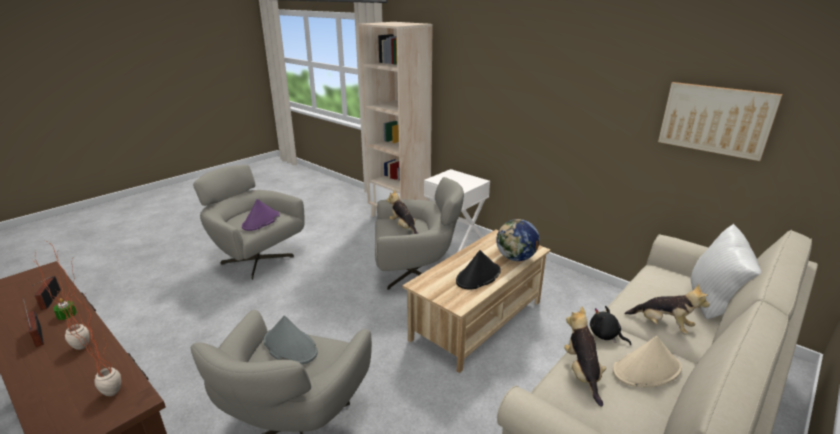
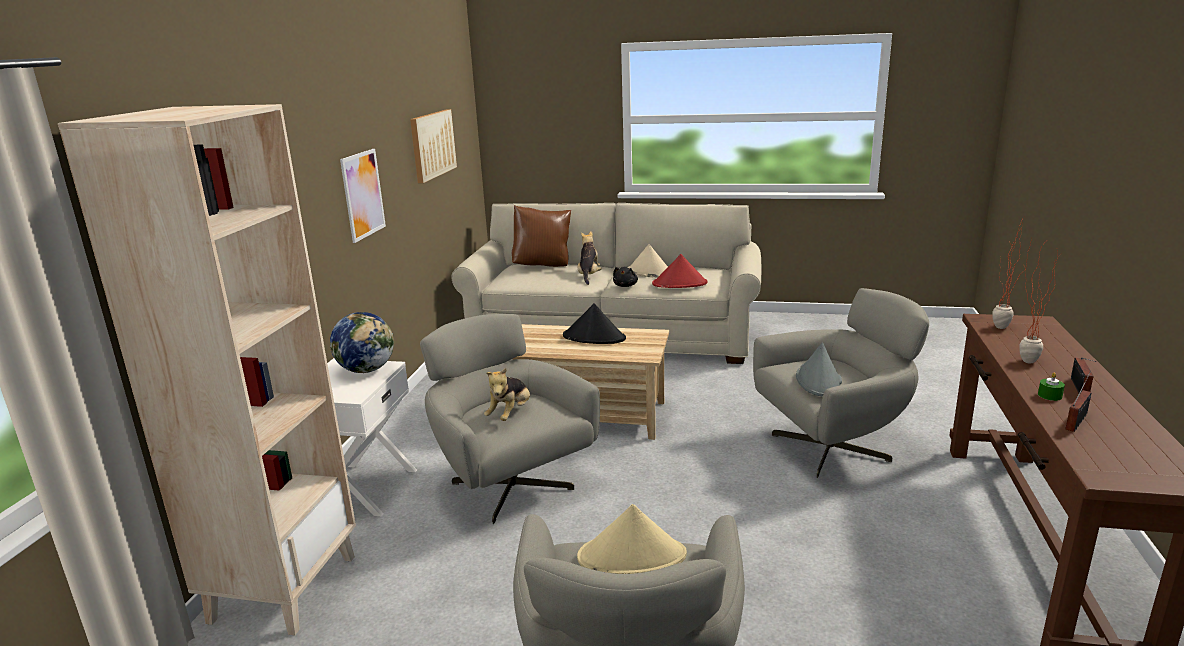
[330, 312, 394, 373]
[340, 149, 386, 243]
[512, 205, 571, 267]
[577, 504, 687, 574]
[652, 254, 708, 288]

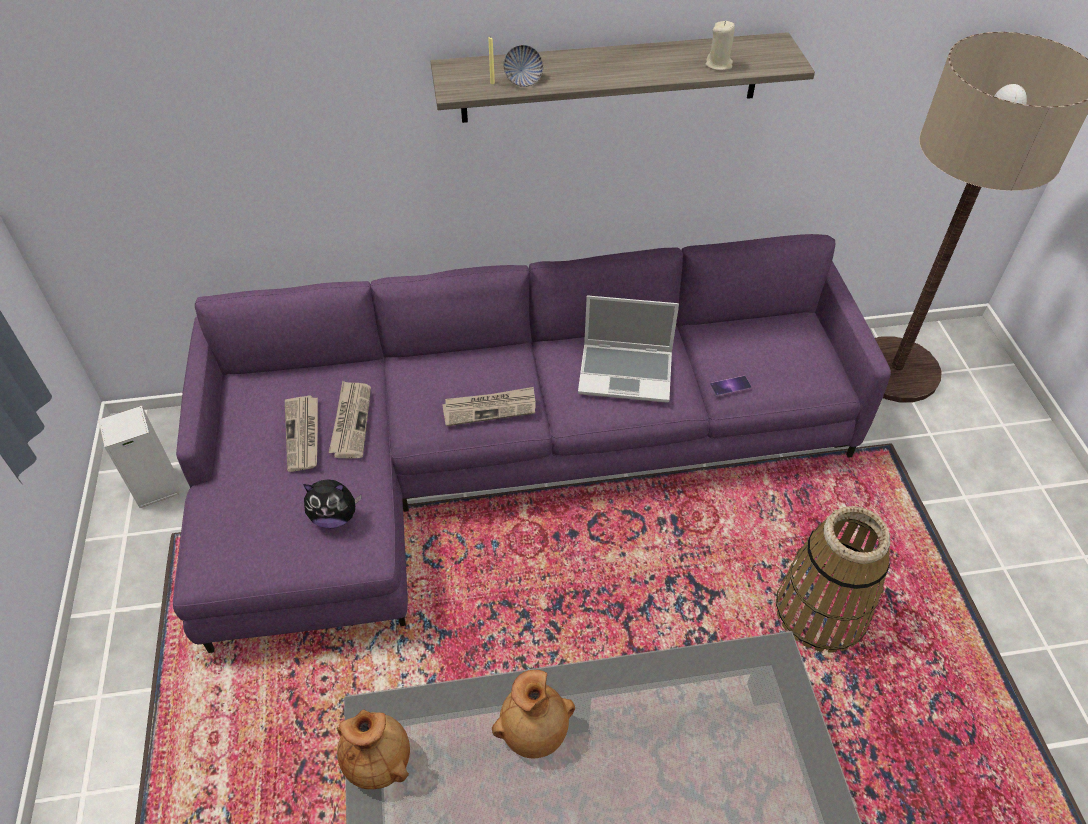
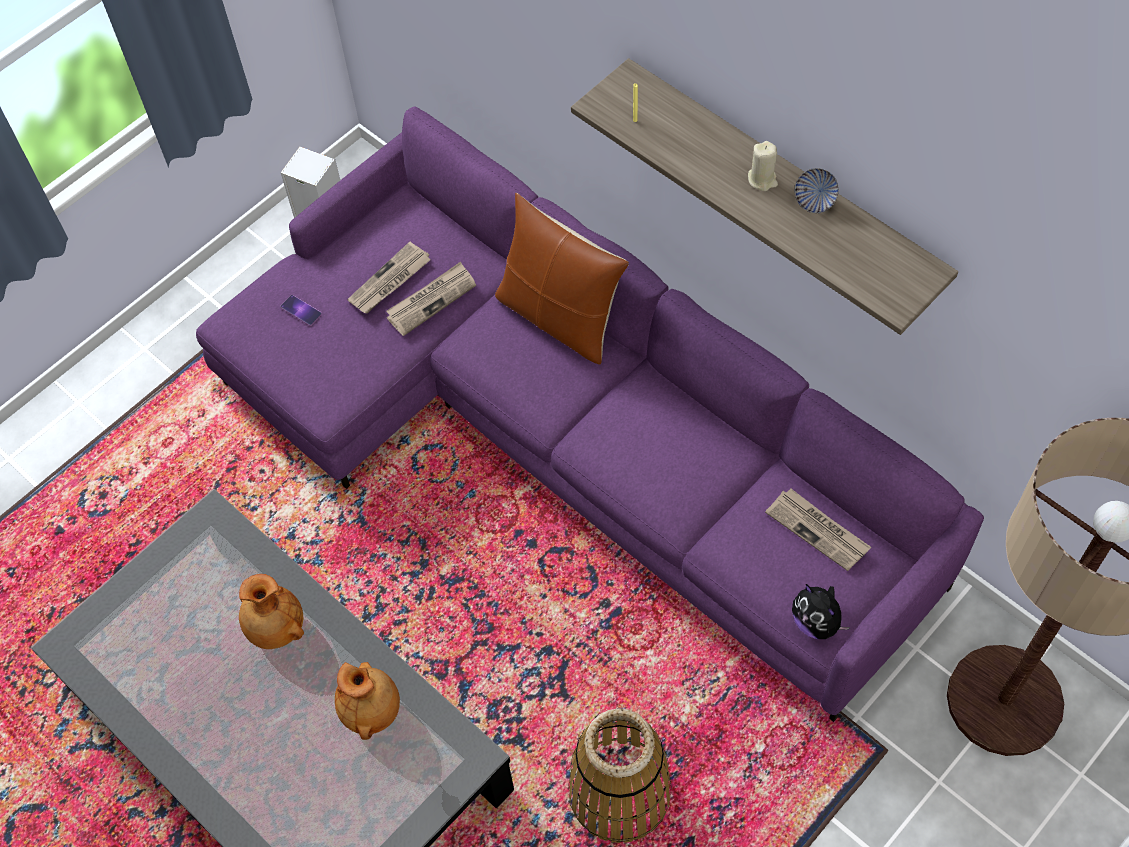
[280, 295, 322, 326]
[335, 662, 400, 740]
[495, 193, 629, 364]
[748, 141, 778, 191]
[765, 489, 871, 571]
[792, 584, 850, 639]
[795, 168, 839, 213]
[578, 295, 679, 402] (first image)

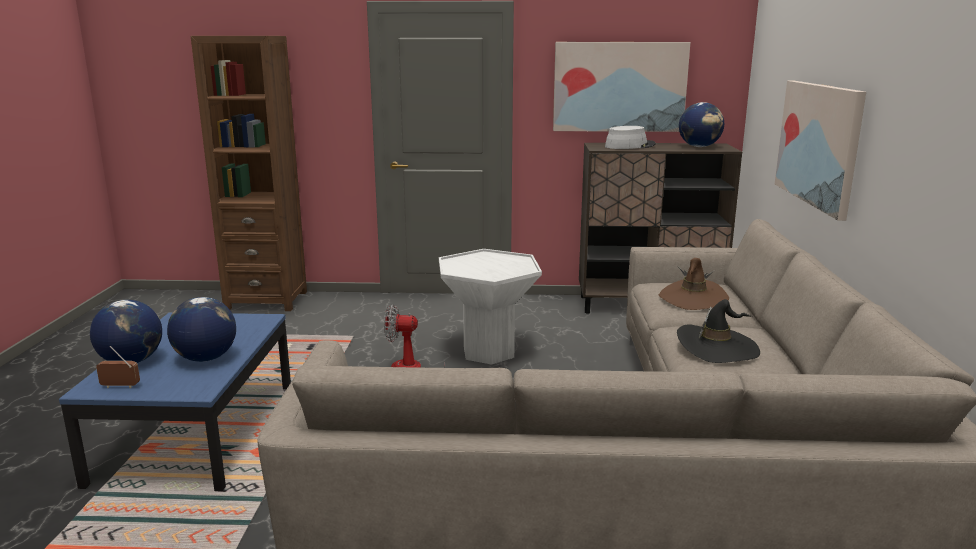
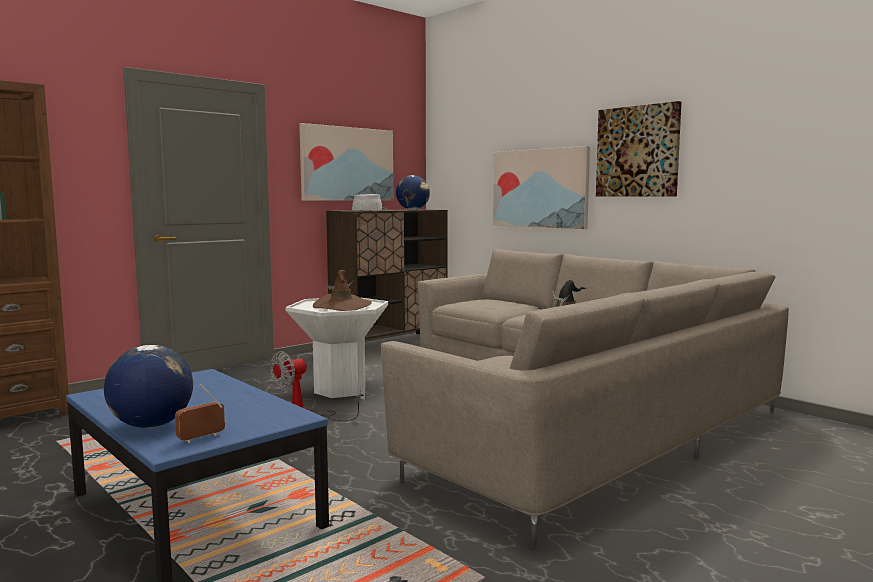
[313, 270, 372, 311]
[596, 101, 681, 197]
[167, 297, 236, 362] (first image)

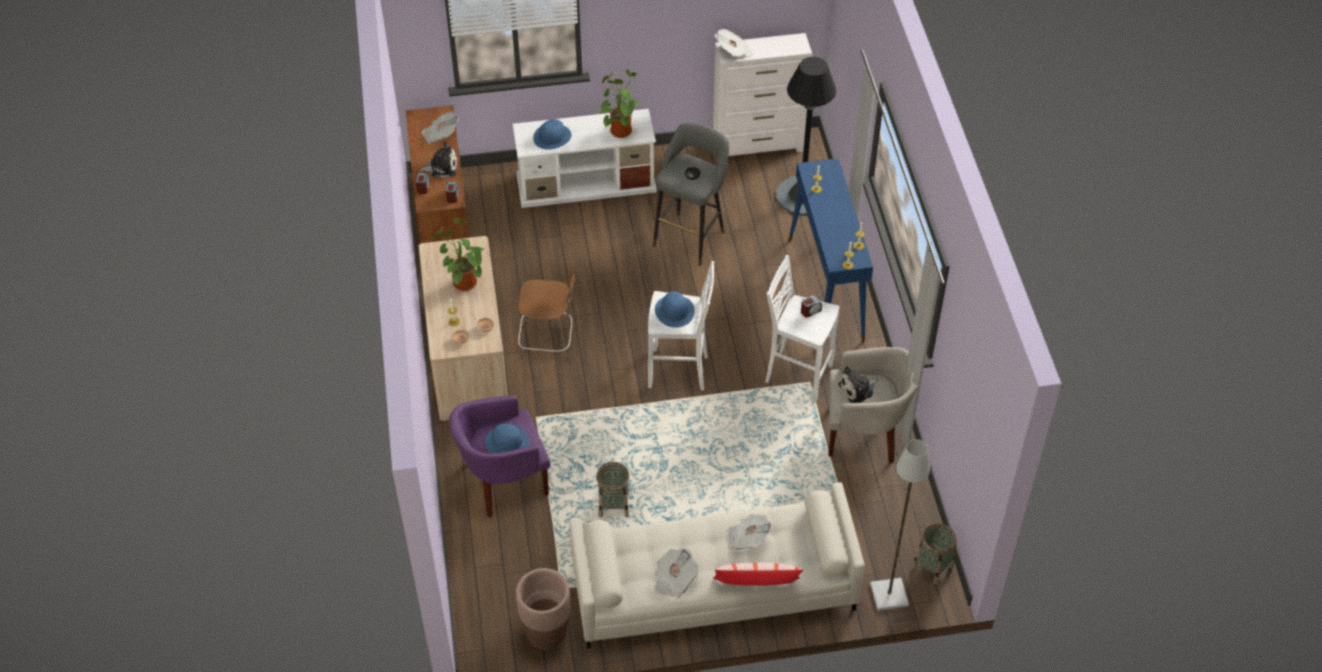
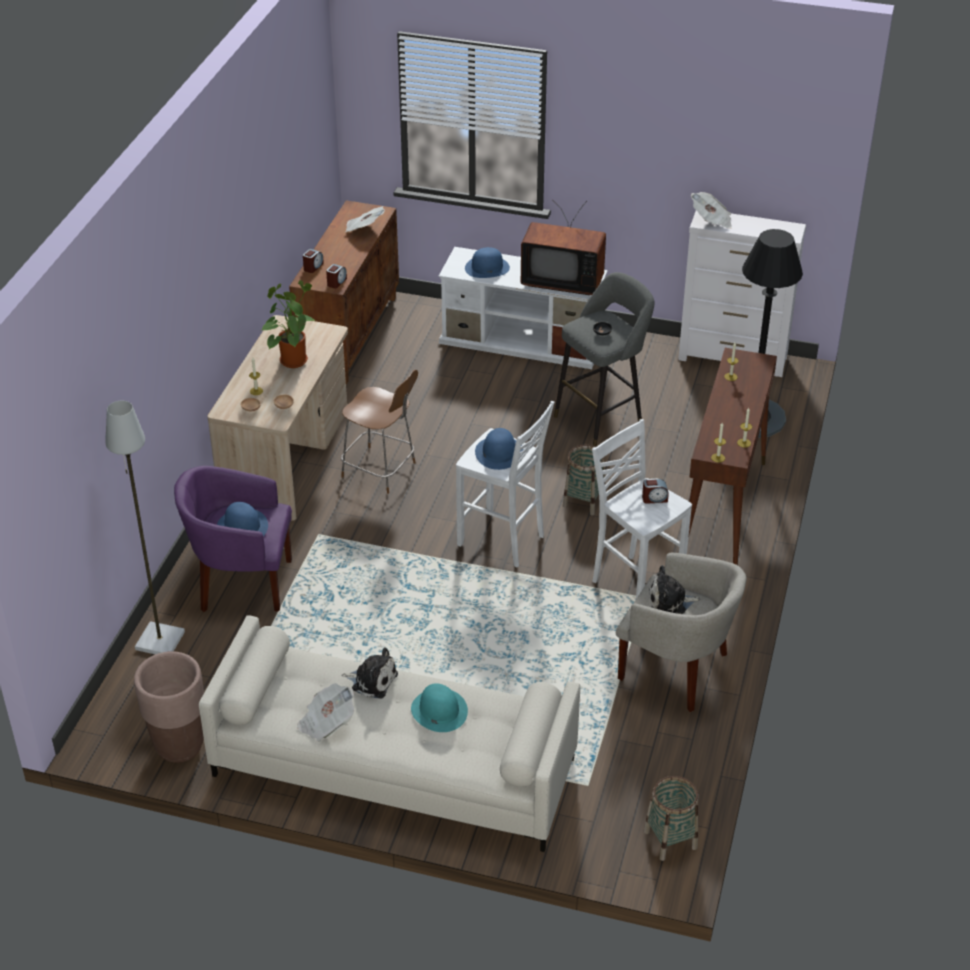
[105, 401, 185, 654]
[341, 648, 398, 699]
[411, 683, 468, 732]
[521, 200, 606, 295]
[563, 445, 605, 515]
[689, 348, 777, 565]
[713, 563, 803, 586] (first image)

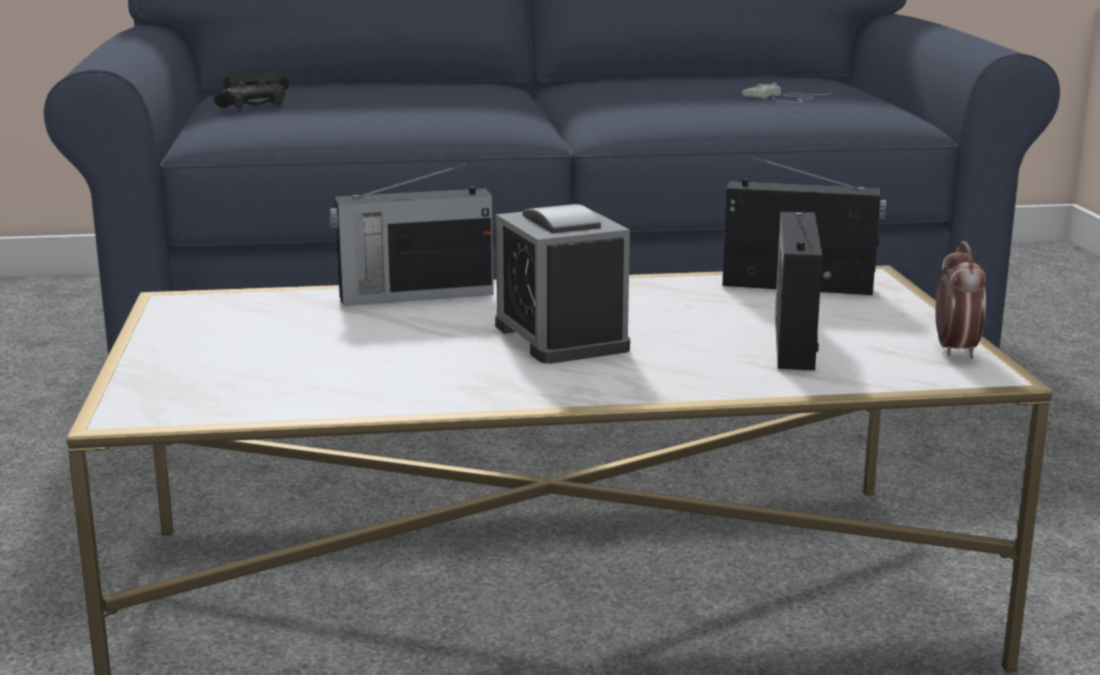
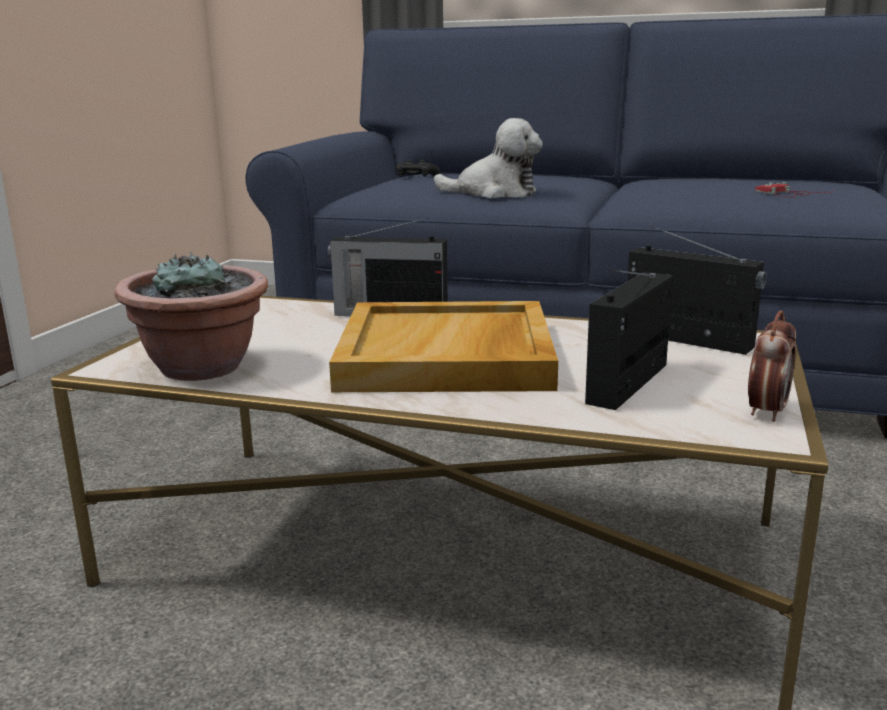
[115, 252, 268, 381]
[329, 301, 558, 392]
[434, 118, 543, 198]
[755, 182, 831, 197]
[214, 80, 285, 110] (first image)

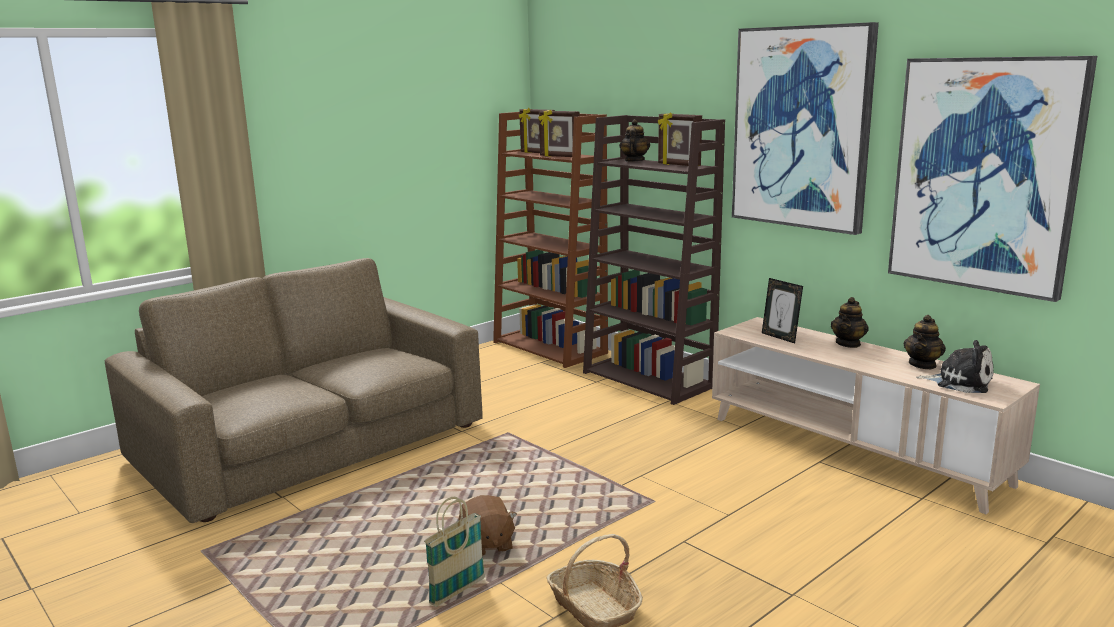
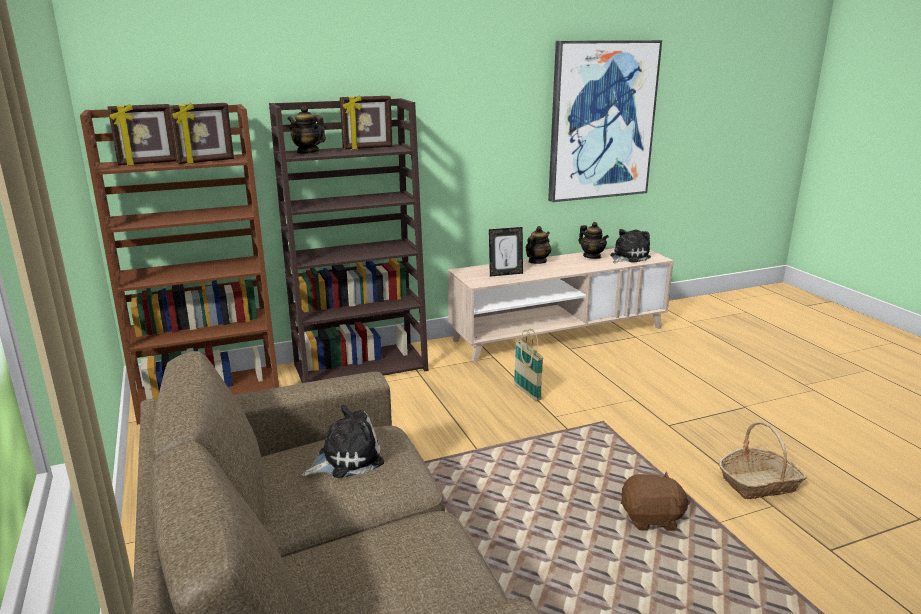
[302, 405, 384, 478]
[514, 329, 544, 401]
[526, 226, 551, 264]
[732, 22, 879, 235] (first image)

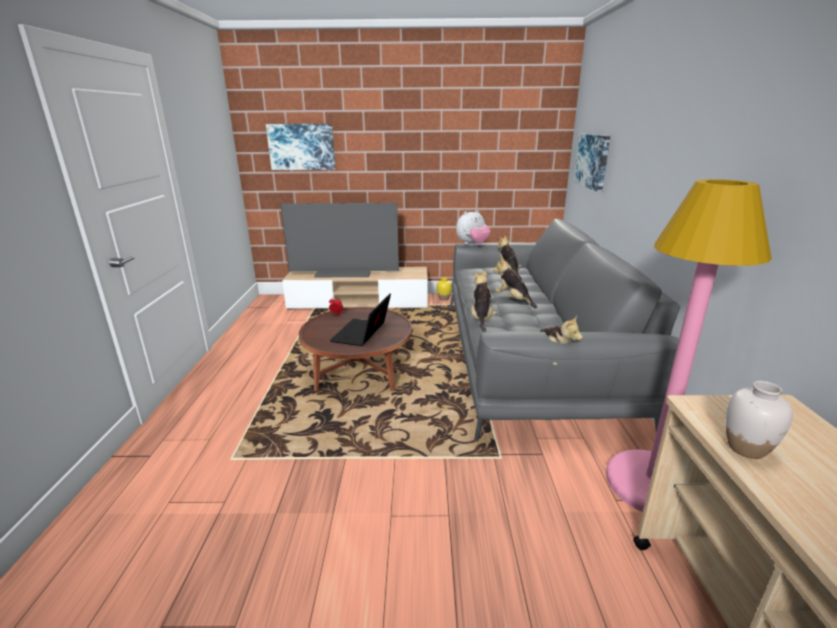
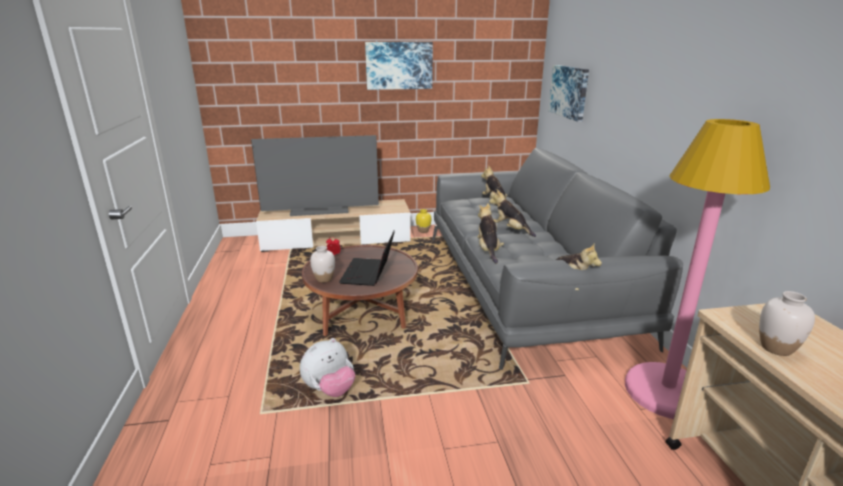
[300, 338, 355, 397]
[310, 246, 335, 283]
[365, 42, 433, 90]

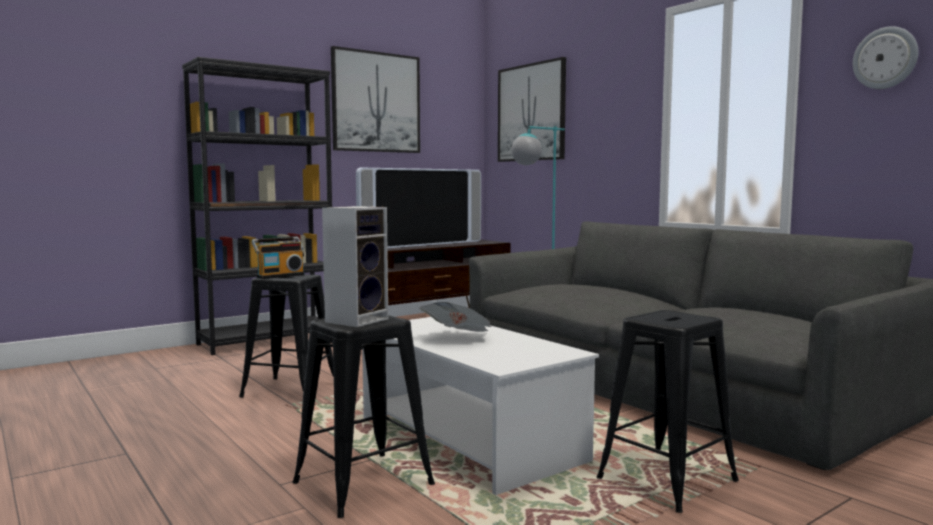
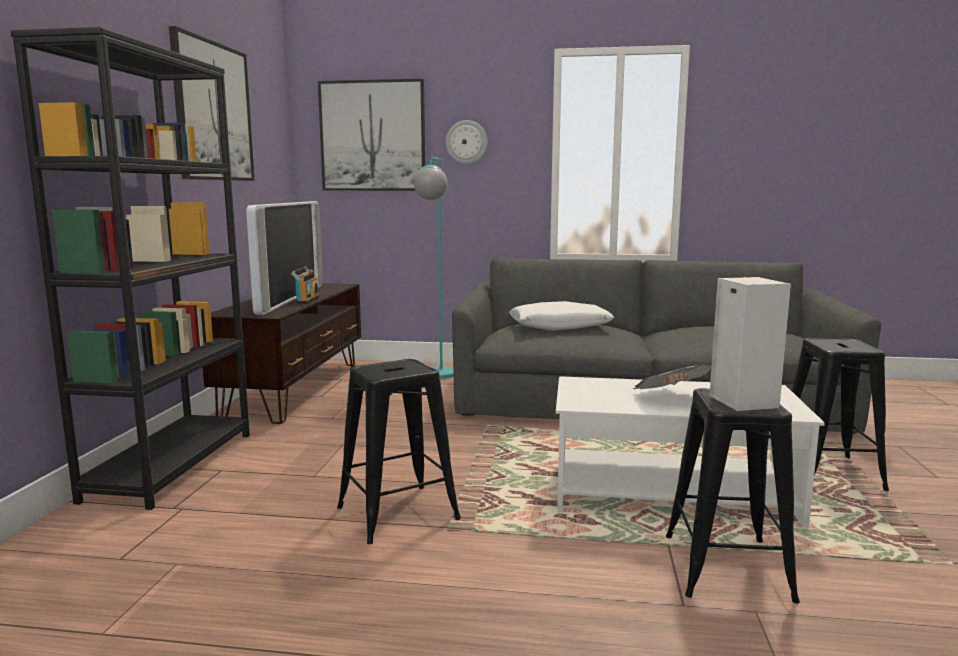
[291, 266, 319, 304]
[446, 120, 488, 164]
[509, 301, 614, 331]

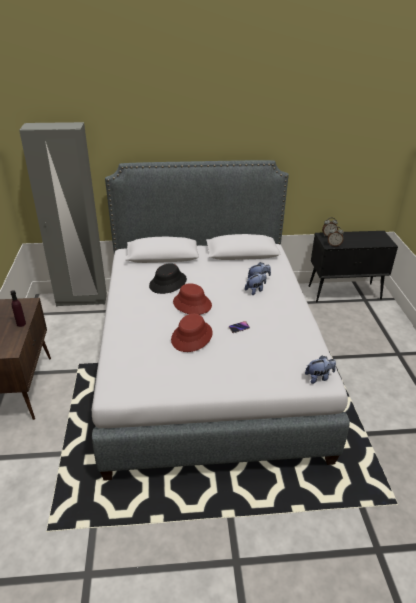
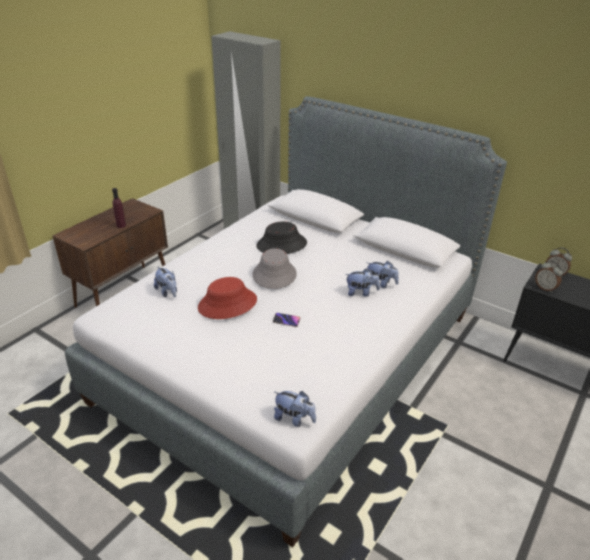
[154, 266, 177, 297]
[252, 248, 297, 289]

